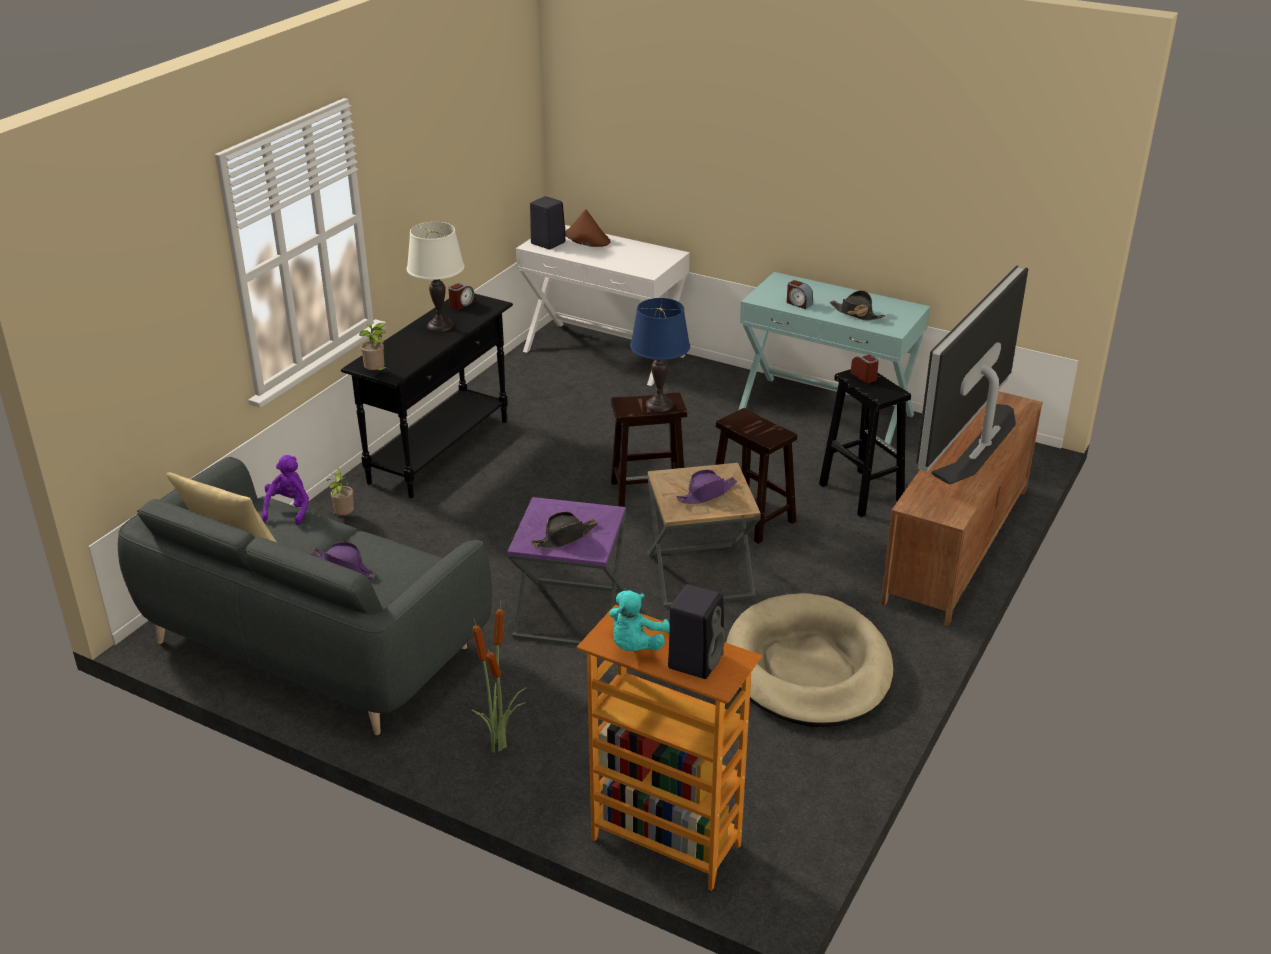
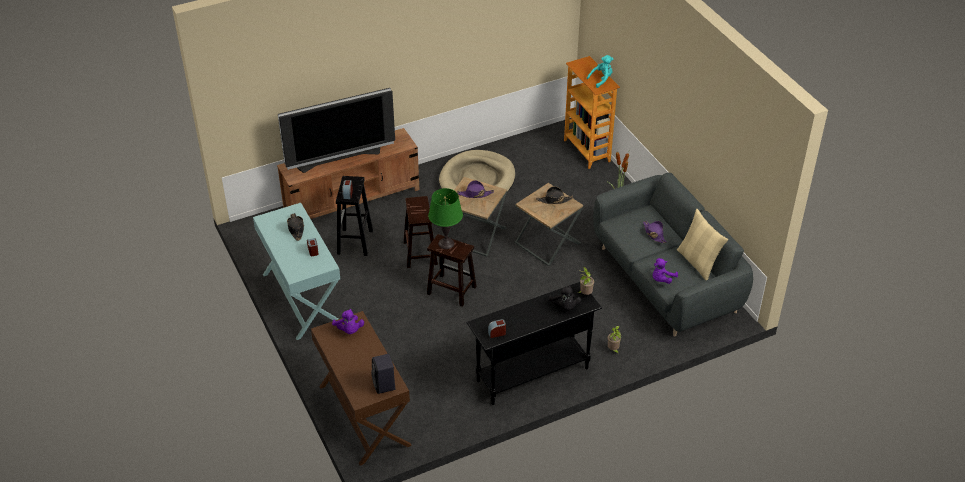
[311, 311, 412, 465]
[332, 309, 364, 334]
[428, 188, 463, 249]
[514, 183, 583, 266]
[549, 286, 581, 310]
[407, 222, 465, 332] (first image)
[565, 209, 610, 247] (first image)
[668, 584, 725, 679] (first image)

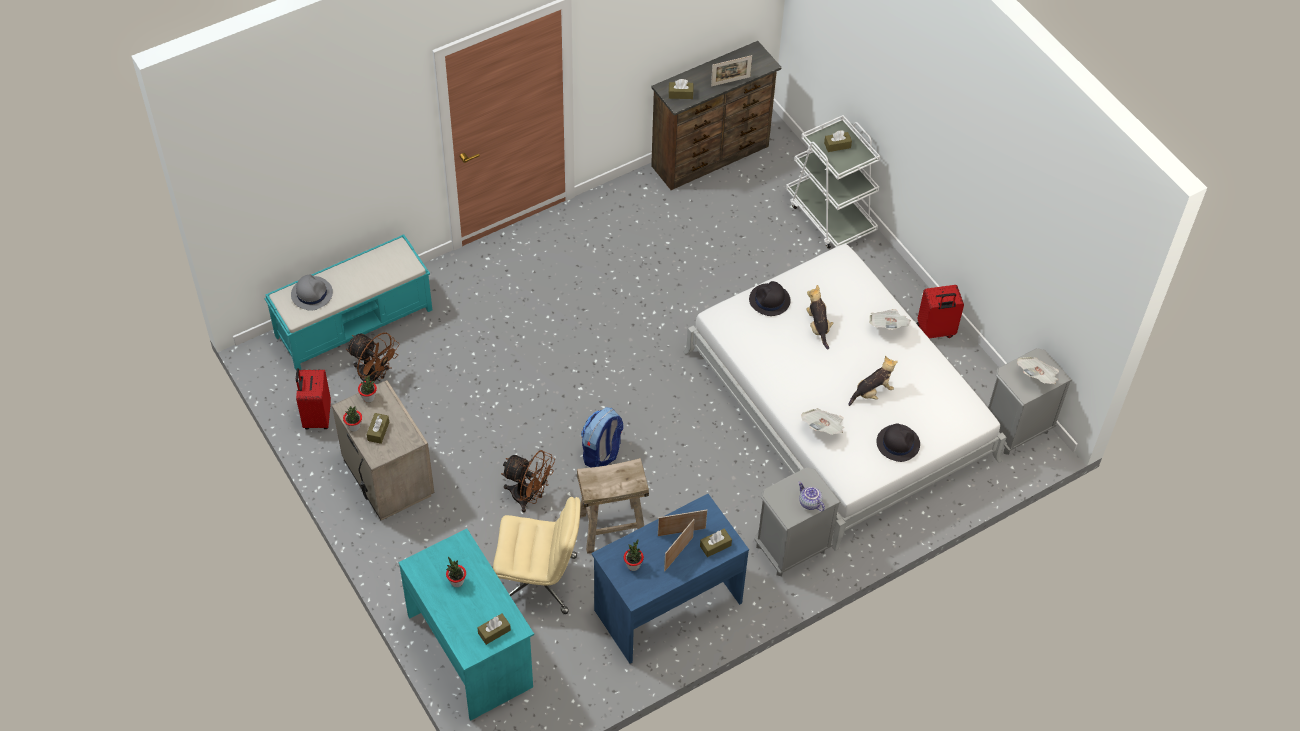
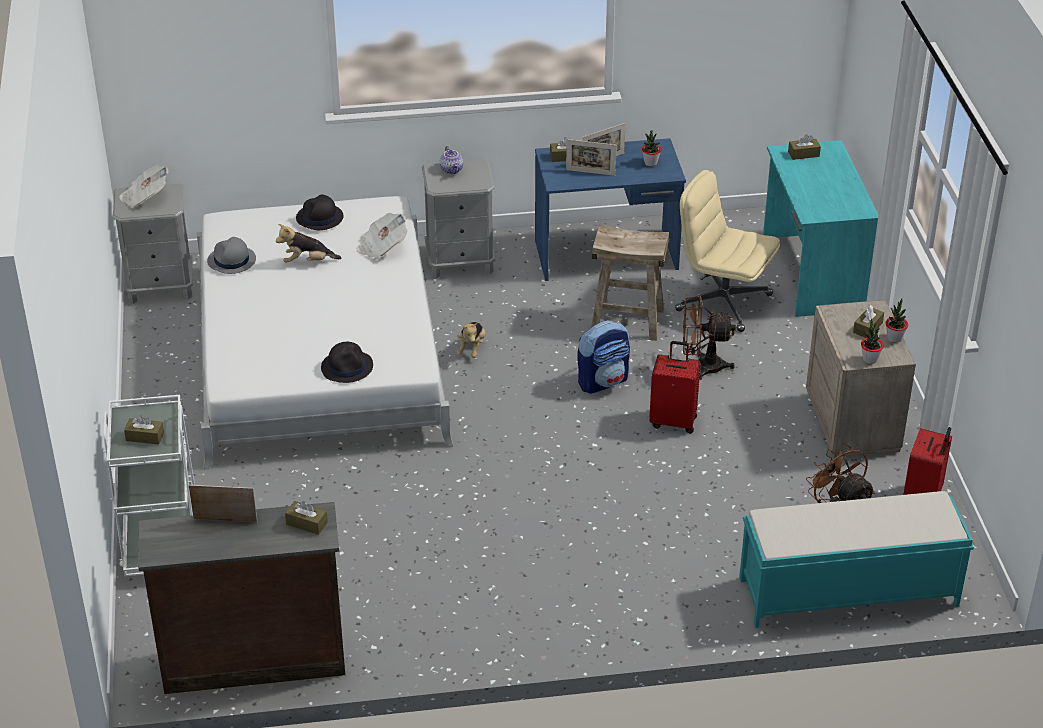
[207, 237, 256, 274]
[457, 322, 485, 358]
[649, 341, 700, 434]
[683, 296, 736, 380]
[446, 557, 466, 587] (first image)
[869, 309, 911, 330] (first image)

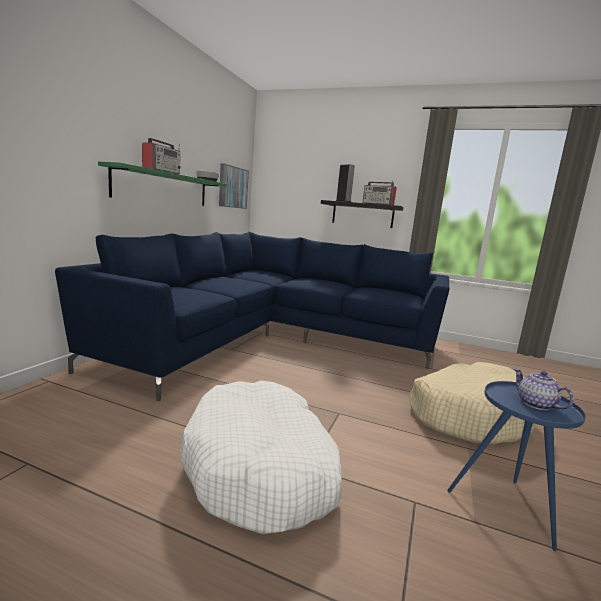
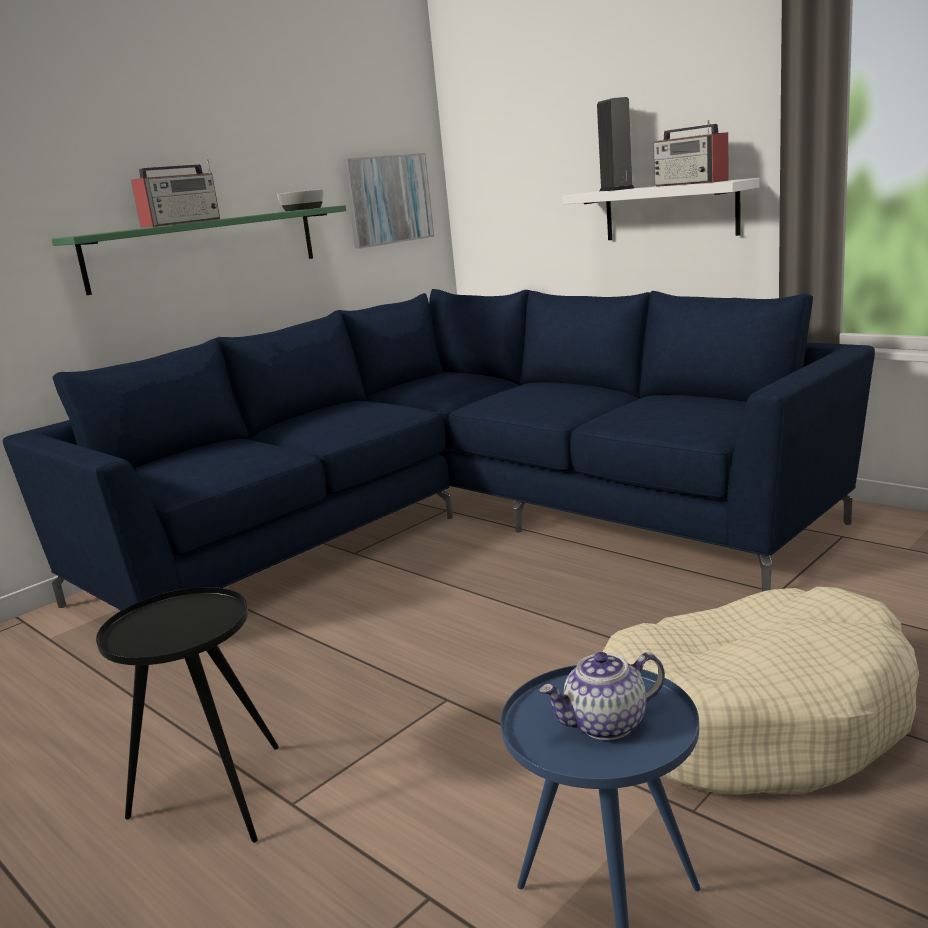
[96, 587, 279, 843]
[539, 652, 665, 740]
[562, 178, 760, 240]

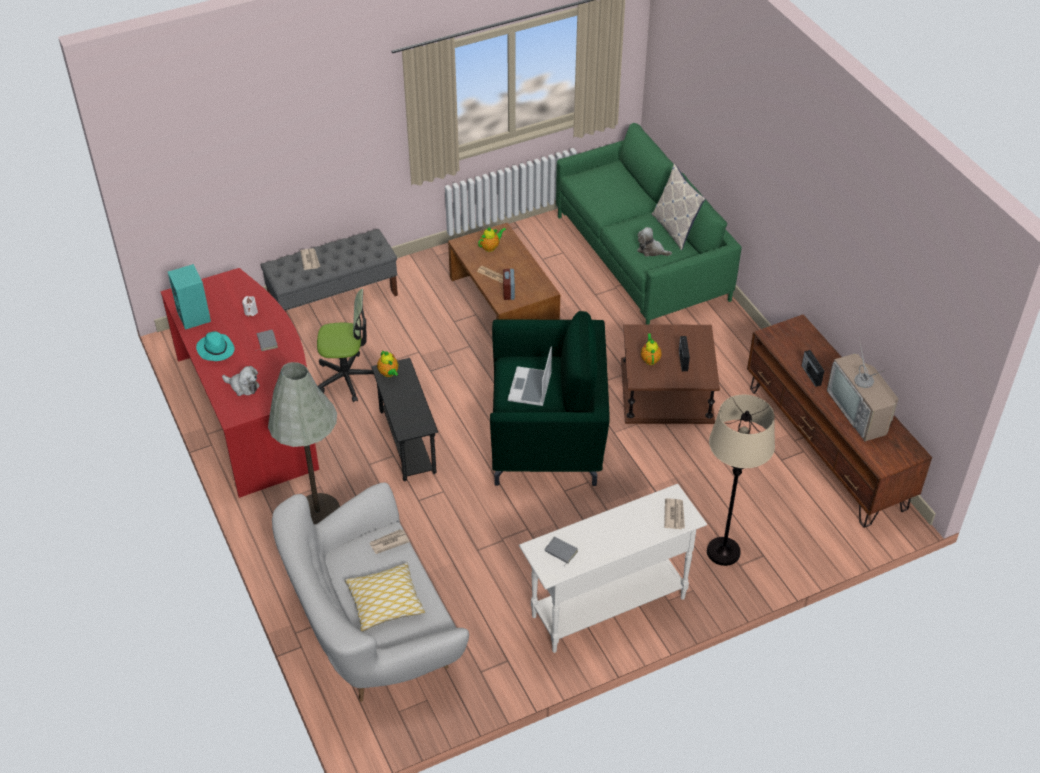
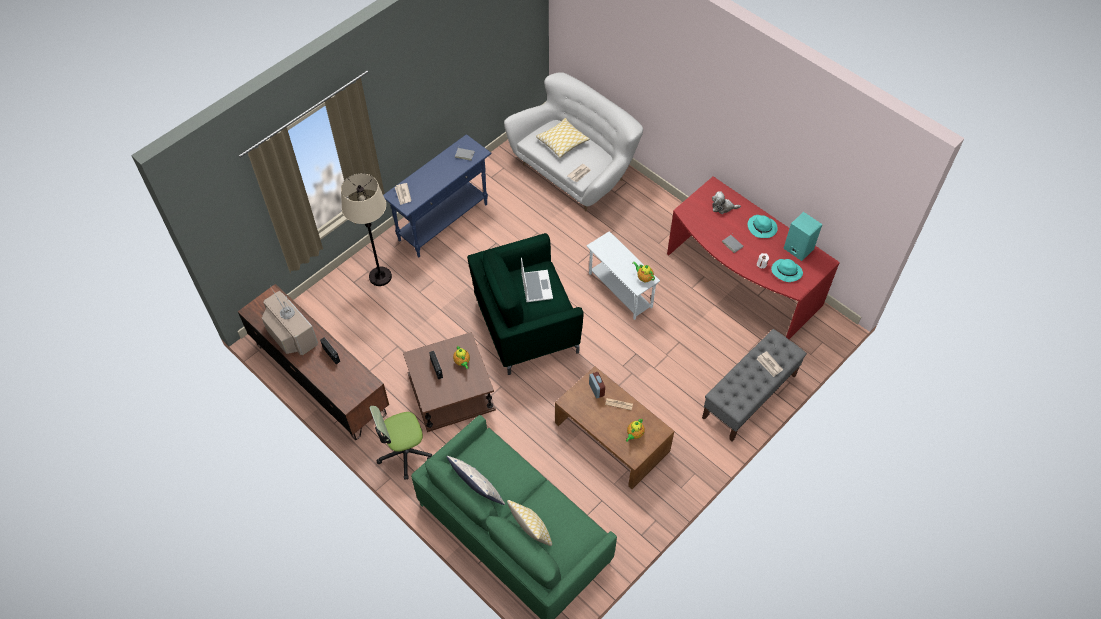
[369, 406, 432, 480]
[383, 134, 492, 257]
[507, 500, 552, 546]
[587, 231, 660, 320]
[771, 259, 803, 282]
[268, 362, 340, 525] (first image)
[637, 227, 672, 256] (first image)

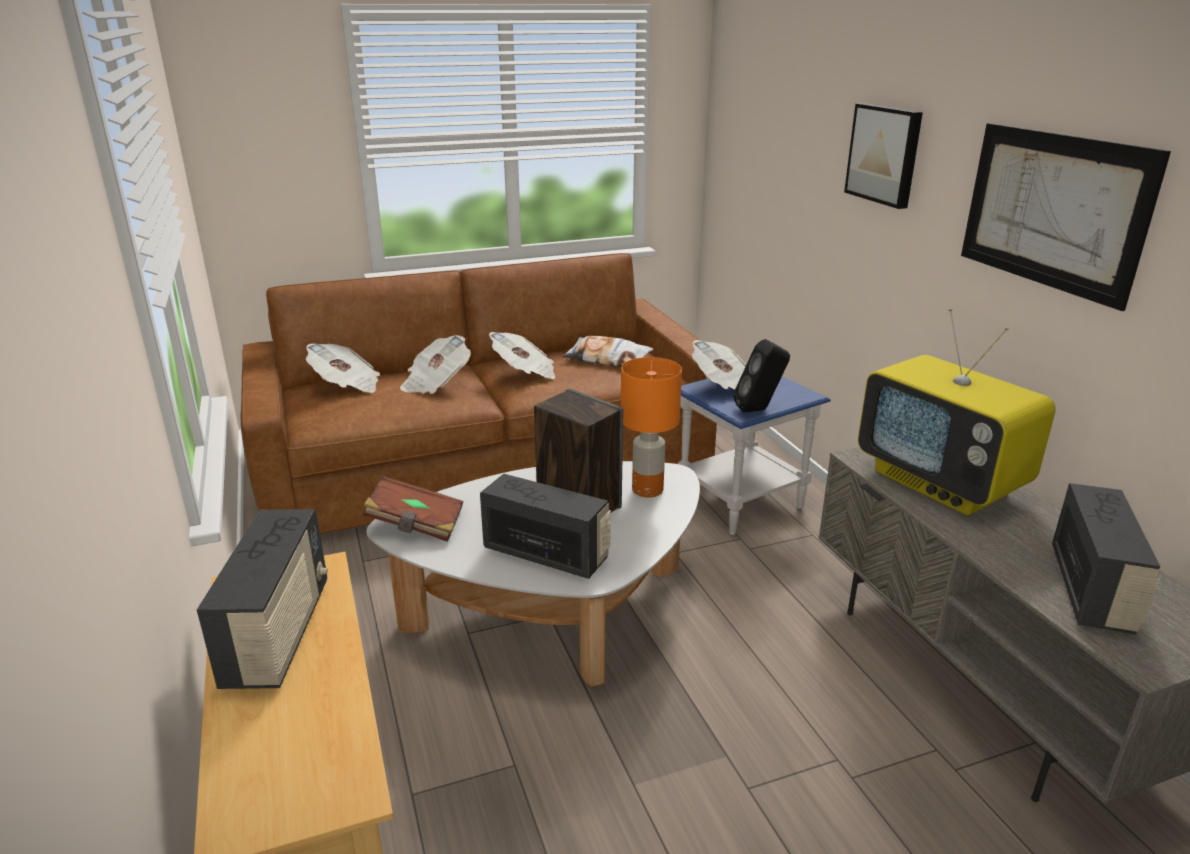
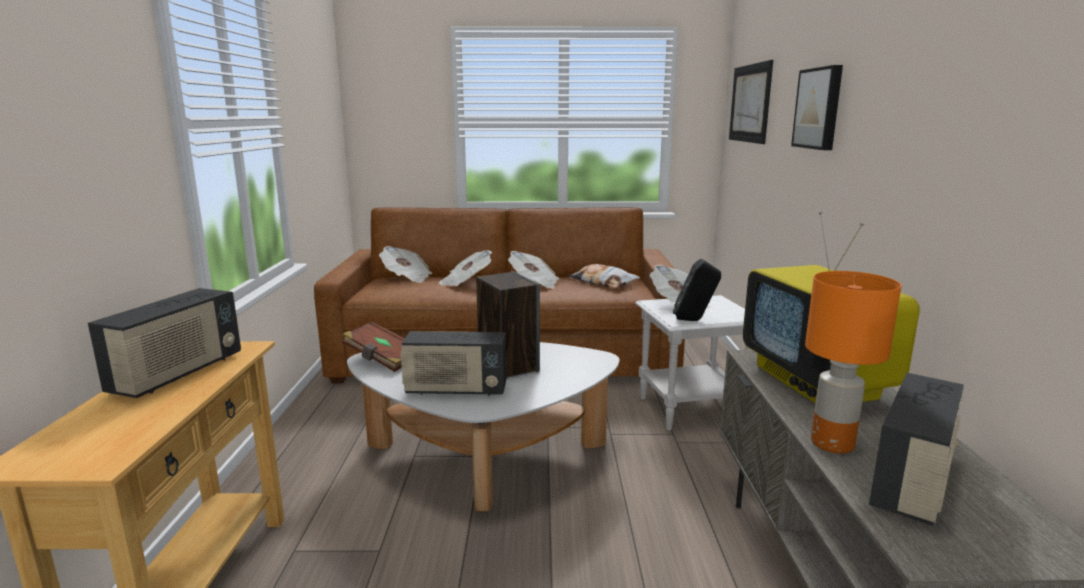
[400, 331, 507, 396]
[635, 295, 751, 430]
[729, 60, 773, 144]
[805, 271, 901, 453]

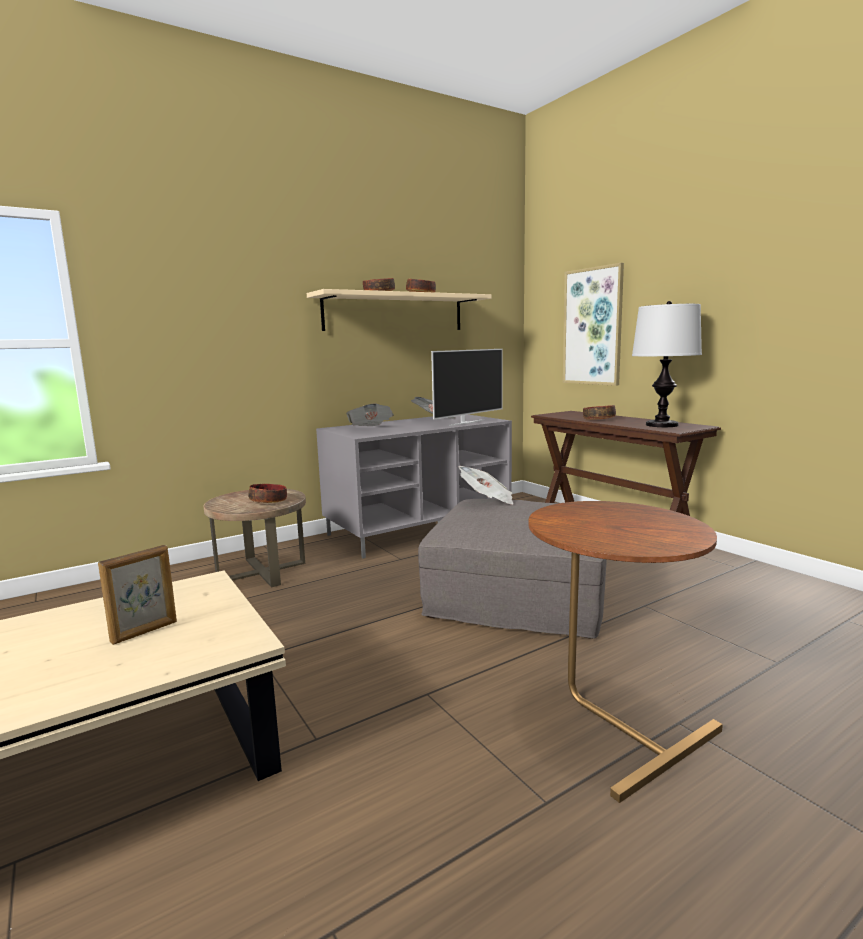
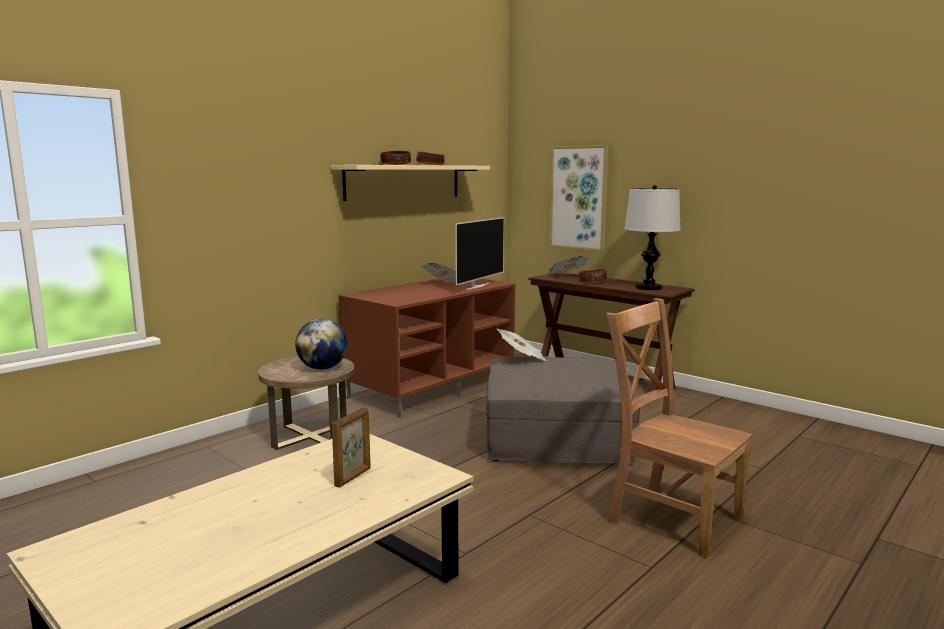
[295, 319, 347, 370]
[338, 278, 515, 417]
[548, 256, 588, 274]
[606, 298, 753, 558]

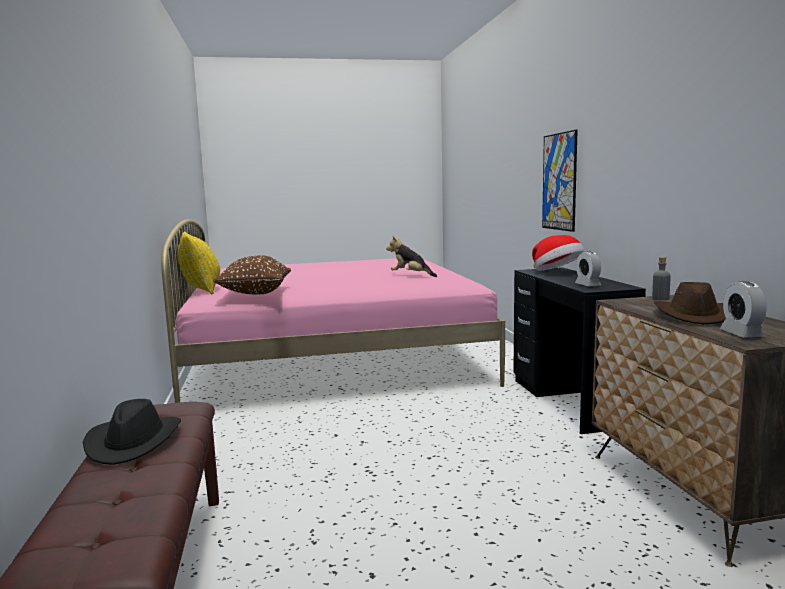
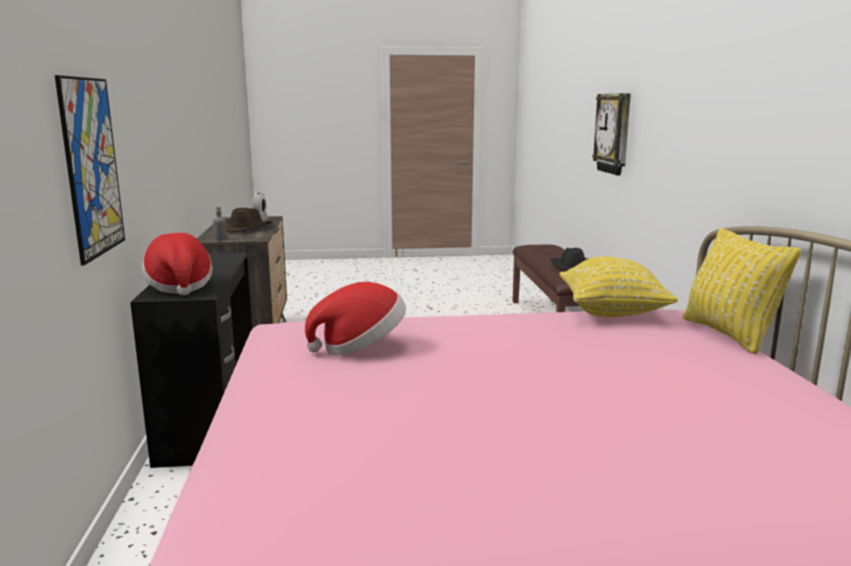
[305, 282, 406, 355]
[559, 256, 678, 318]
[592, 93, 631, 175]
[575, 251, 601, 286] (first image)

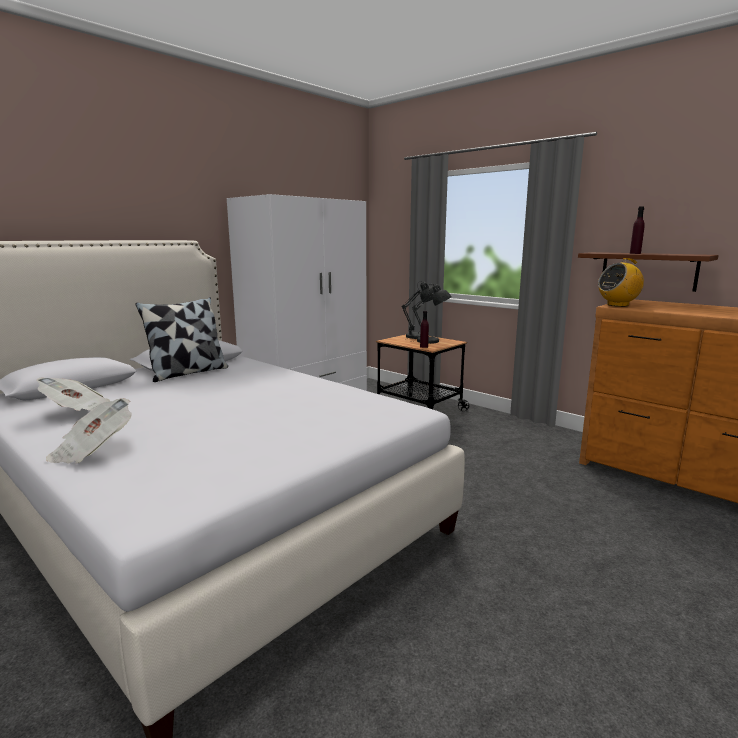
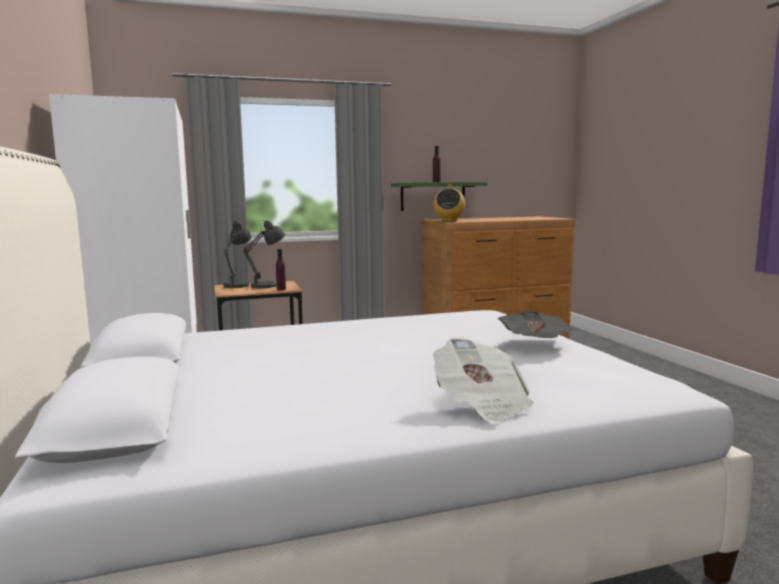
[391, 182, 487, 211]
[498, 312, 572, 338]
[135, 297, 228, 382] (first image)

